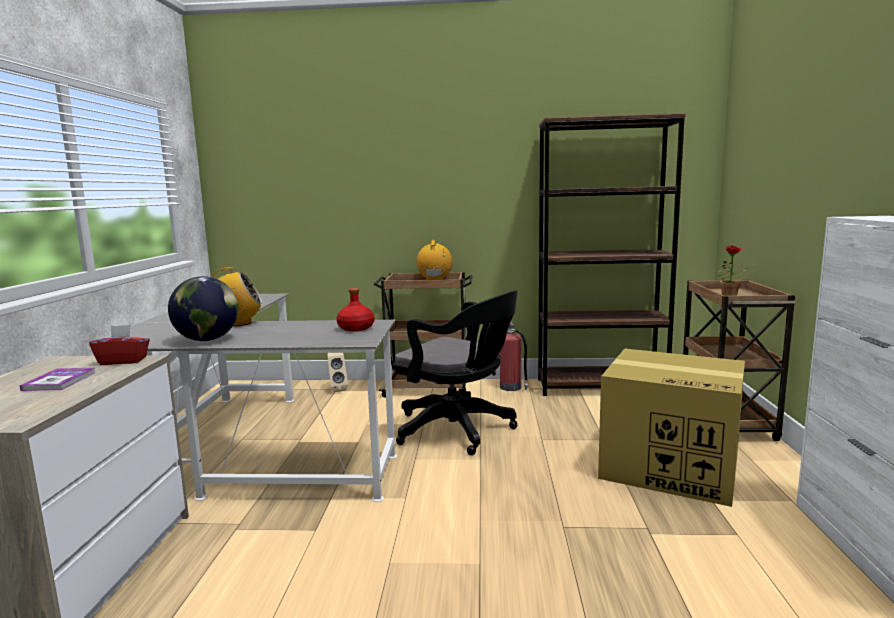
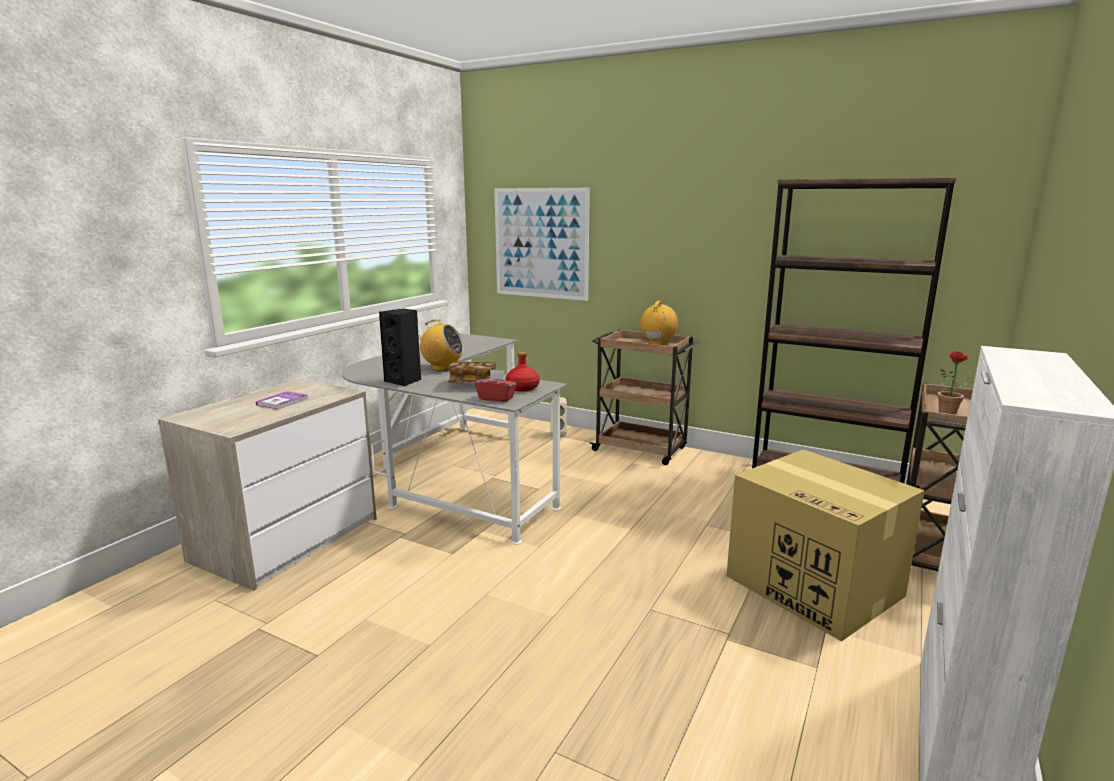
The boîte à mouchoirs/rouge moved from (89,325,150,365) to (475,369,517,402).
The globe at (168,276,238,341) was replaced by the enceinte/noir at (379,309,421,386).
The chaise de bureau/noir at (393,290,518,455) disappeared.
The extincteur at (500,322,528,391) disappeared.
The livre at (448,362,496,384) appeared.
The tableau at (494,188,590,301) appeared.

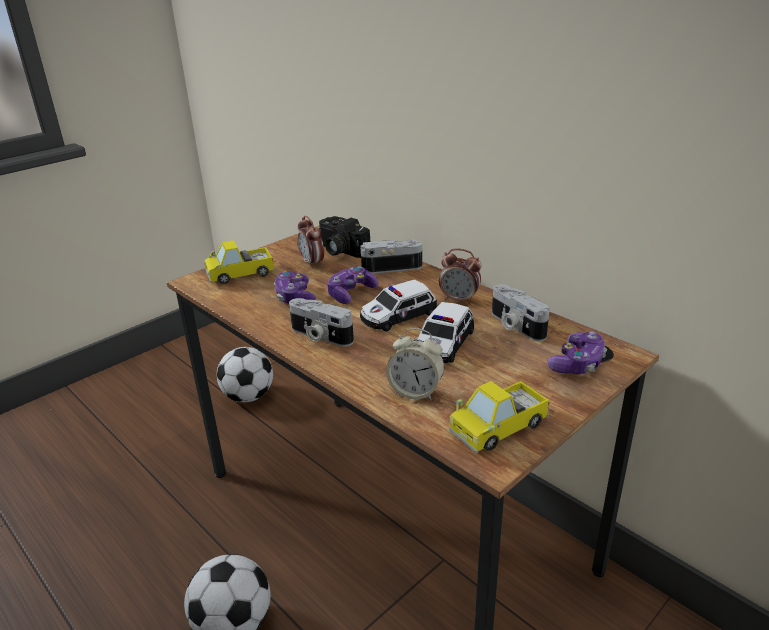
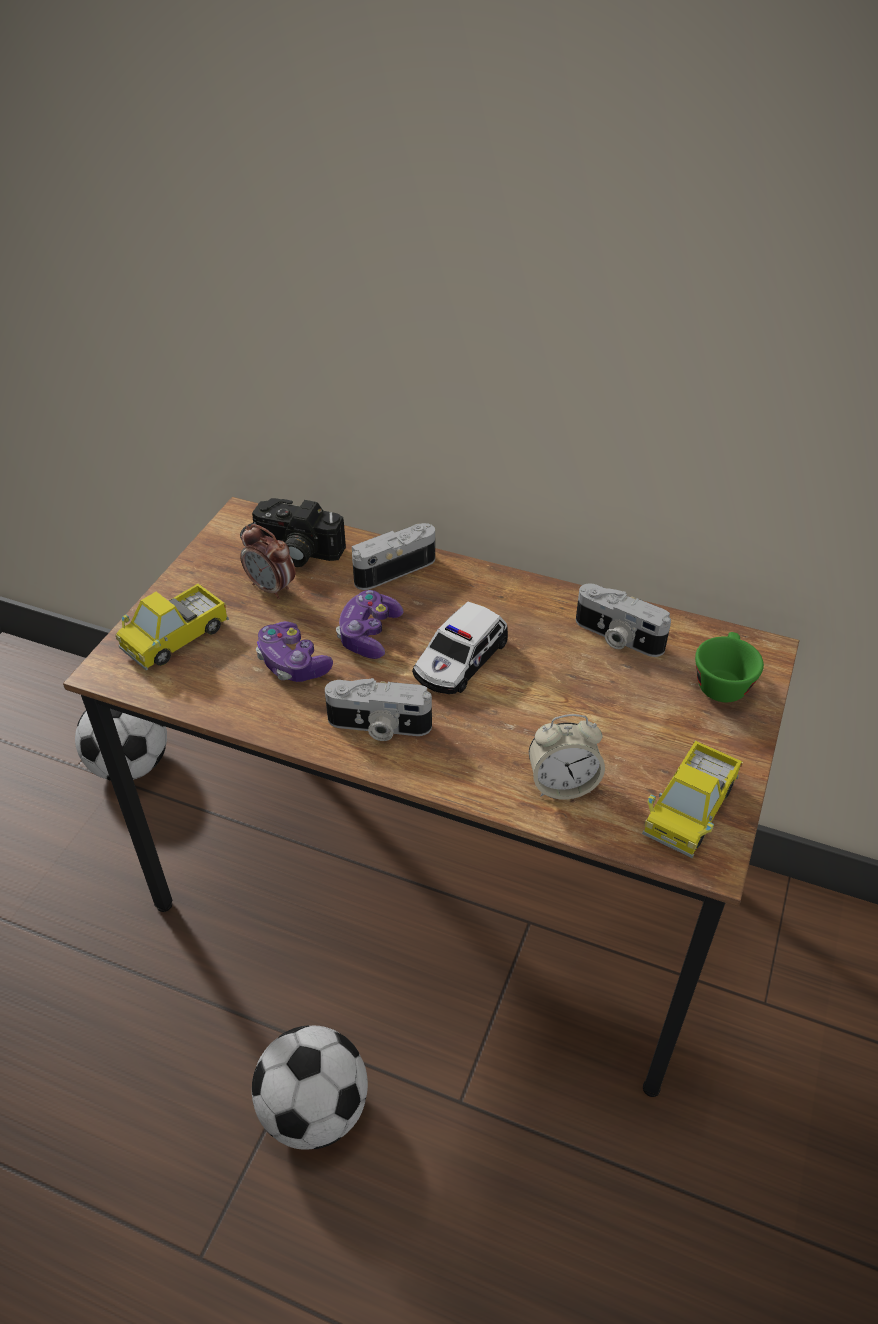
The petite voiture at (417,302,474,363) disappeared.
The réveil at (439,248,481,304) disappeared.
The manette at (548,331,607,374) was replaced by the tasse/vert at (695,632,764,702).

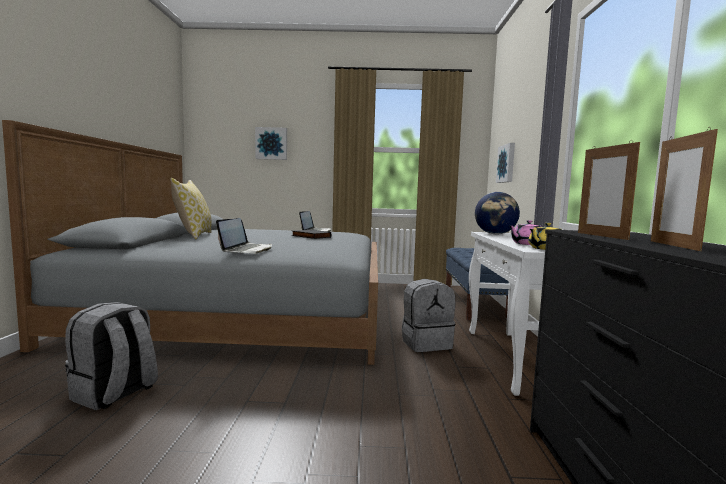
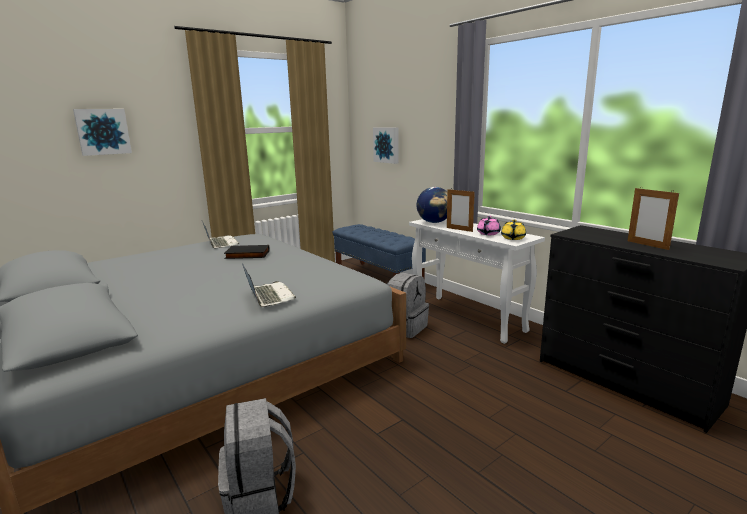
The coussin at (170,178,212,239) disappeared.
The cadre photo moved from (578,140,640,240) to (447,189,475,232).

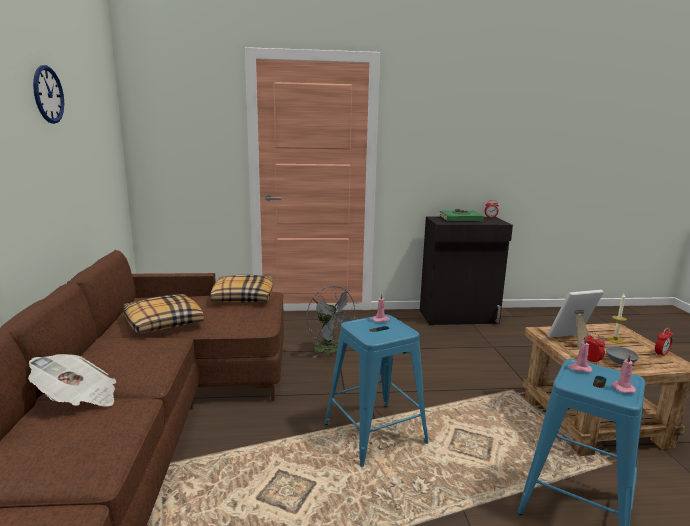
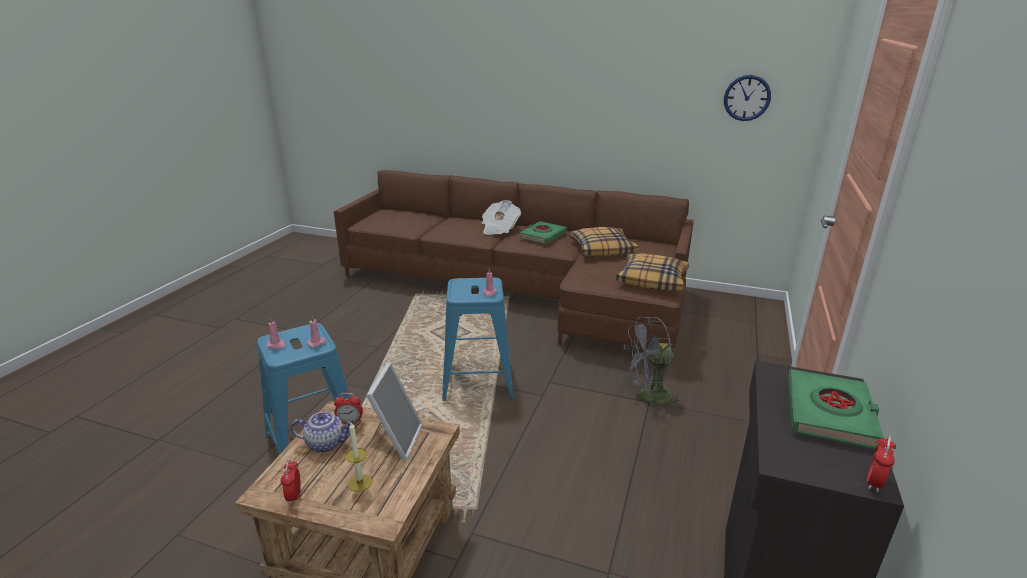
The horloge murale moved from (33,65,64,124) to (724,75,771,121).
The bol/gris at (606,346,639,365) was replaced by the théière at (291,411,354,453).
The livre/vert at (519,221,567,244) appeared.

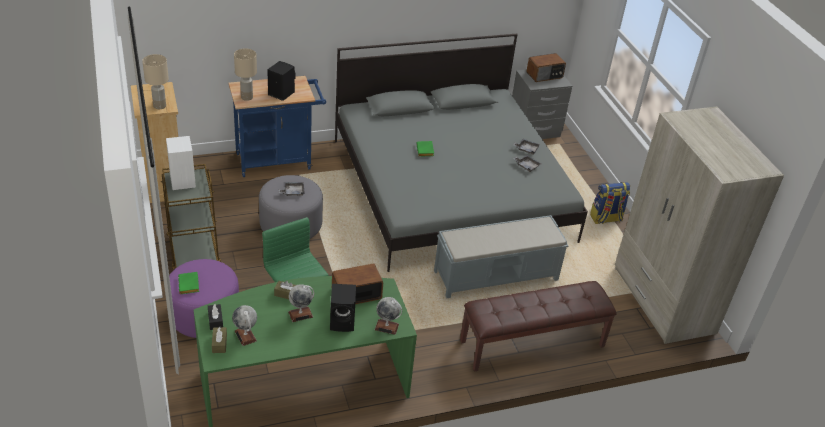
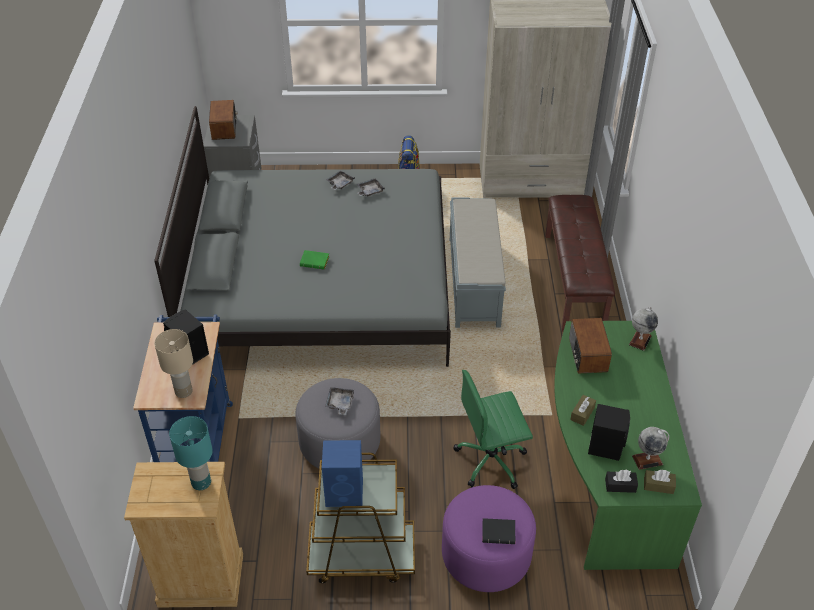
The lampe de table/beige at (142,54,169,109) became the lampe de table/turquoise at (169,416,213,490).
The enceinte/blanc at (166,136,196,190) became the enceinte/bleu at (322,440,363,507).
The livre/vert at (178,272,199,294) became the livre/noir at (482,518,515,544).
The globe at (288,284,314,322) disappeared.
The enceinte/noir moved from (330,284,356,332) to (588,404,630,461).

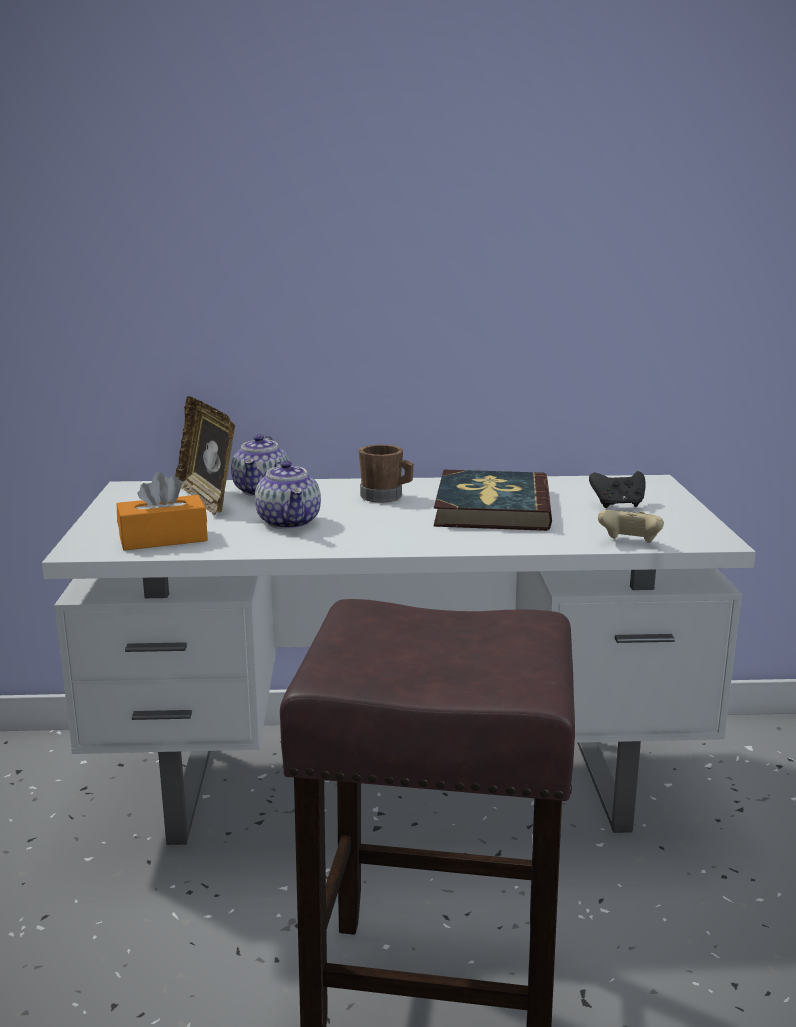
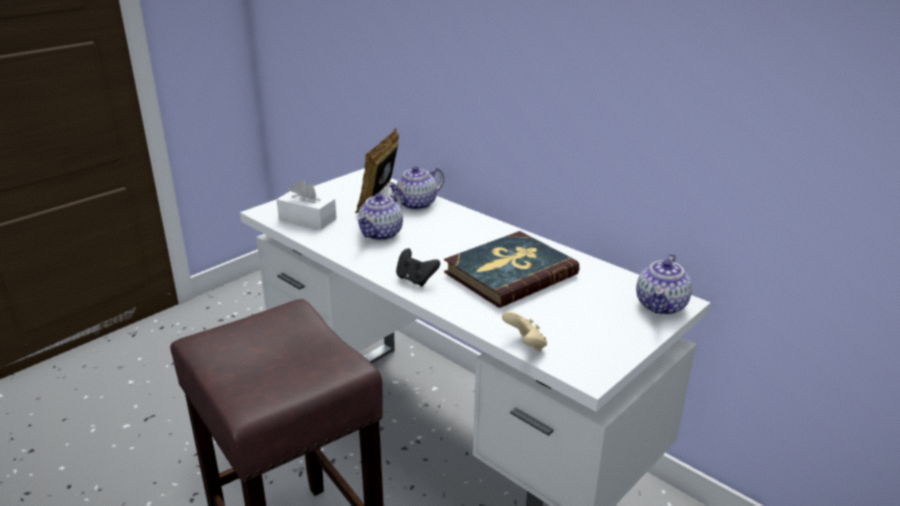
The boîte à mouchoirs/orange at (117,472,208,551) became the boîte à mouchoirs/blanc at (277,179,337,230).
The mug/marron at (359,445,414,503) disappeared.
The manette/noir moved from (589,471,646,508) to (396,248,440,287).
The théière at (636,254,692,315) appeared.

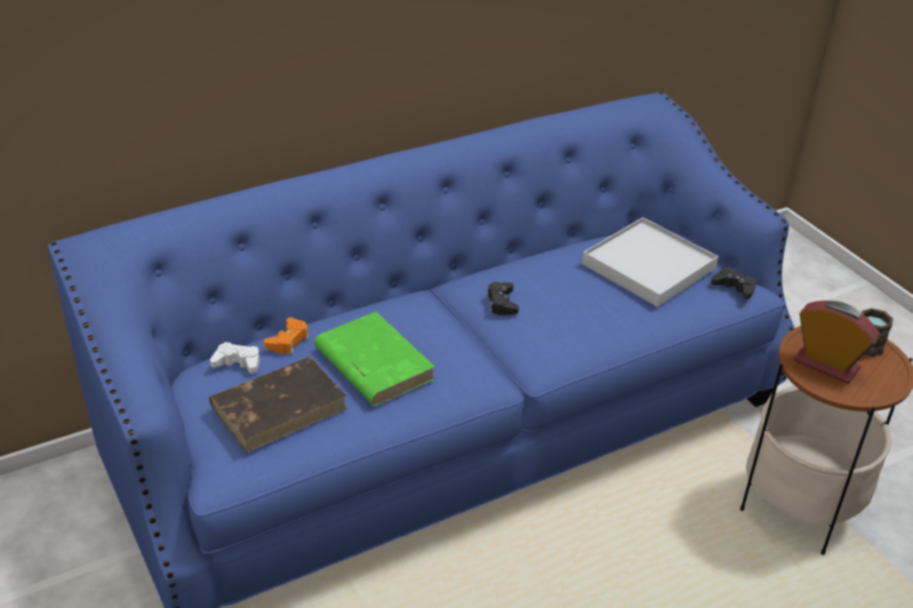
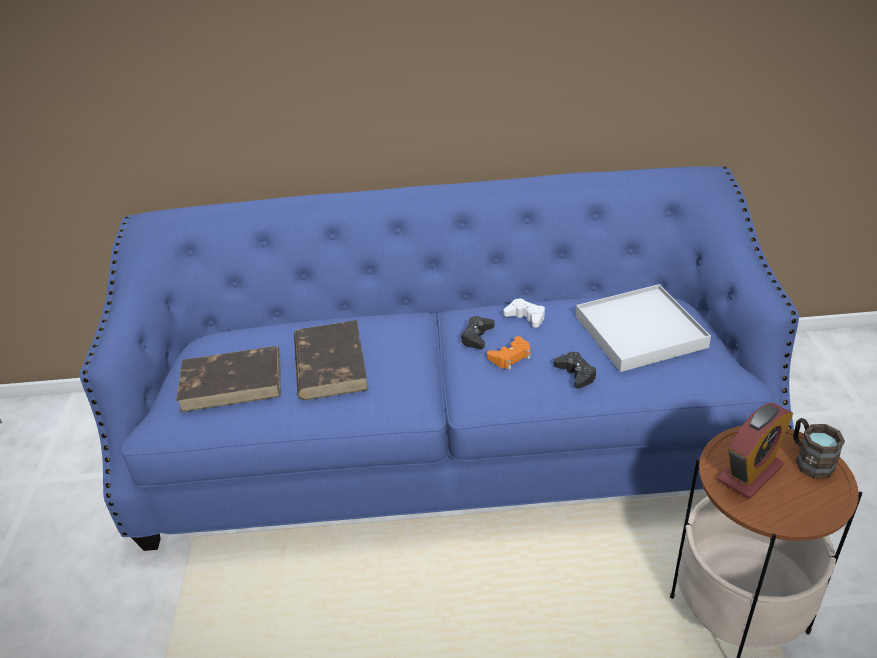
The manette/blanc moved from (210,342,260,373) to (504,298,545,328).
The manette/orange moved from (264,317,310,355) to (487,336,531,370).
The livre/vert at (314,312,435,406) became the livre/marron at (294,320,369,400).
The manette/noir moved from (711,267,756,299) to (554,352,596,389).
The réveil at (794,300,880,384) turned 75 degrees clockwise.

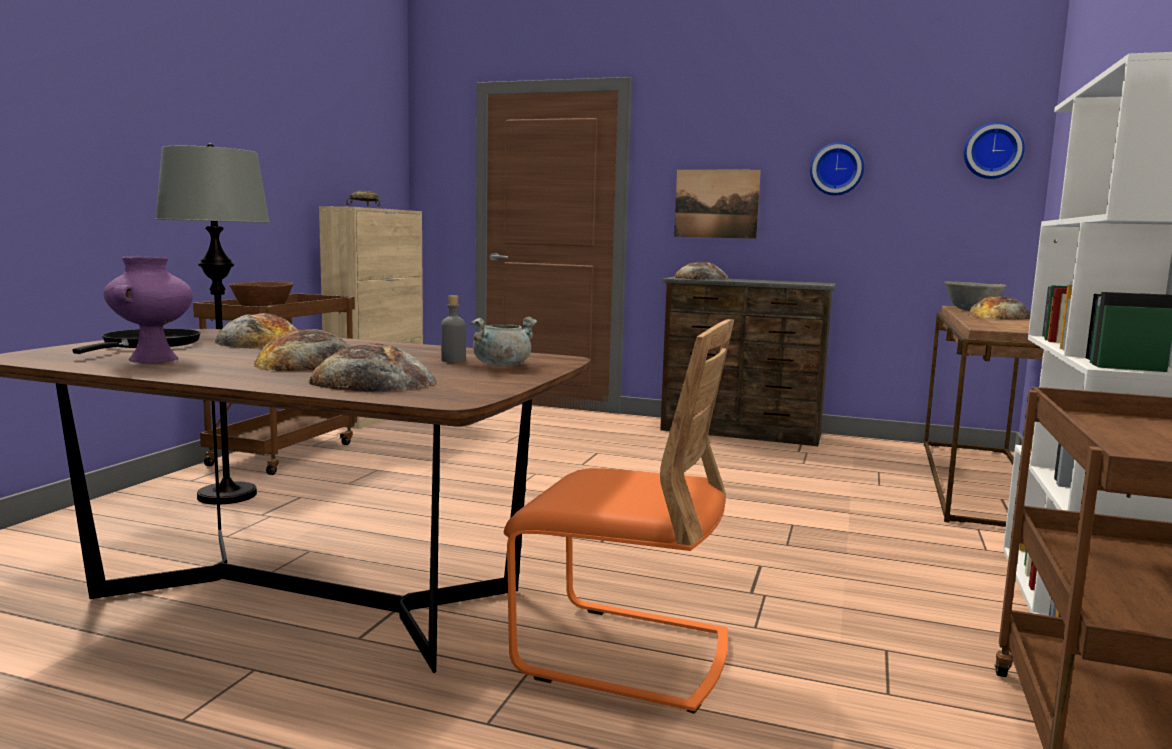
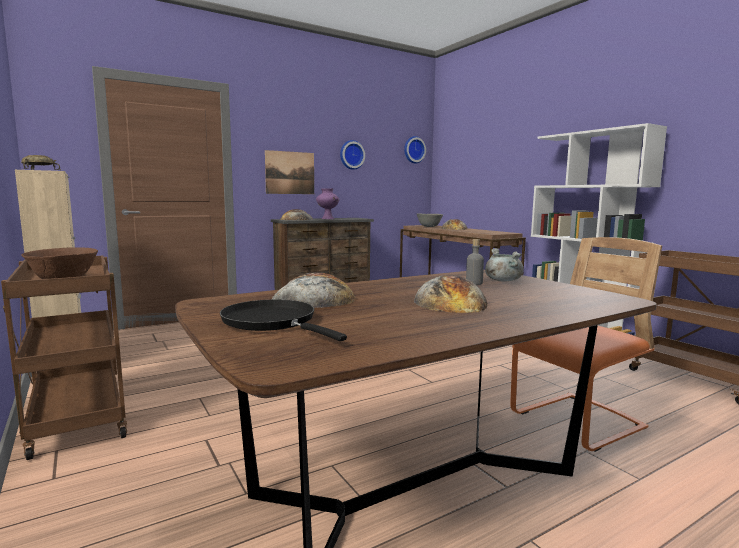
The vase/violet moved from (103,257,193,363) to (316,188,339,219).
The lampadaire/gris at (155,144,270,504) disappeared.
The pain at (308,343,437,392) disappeared.

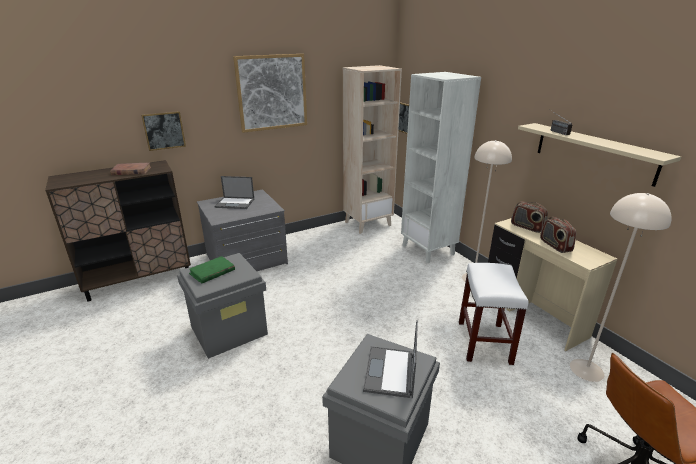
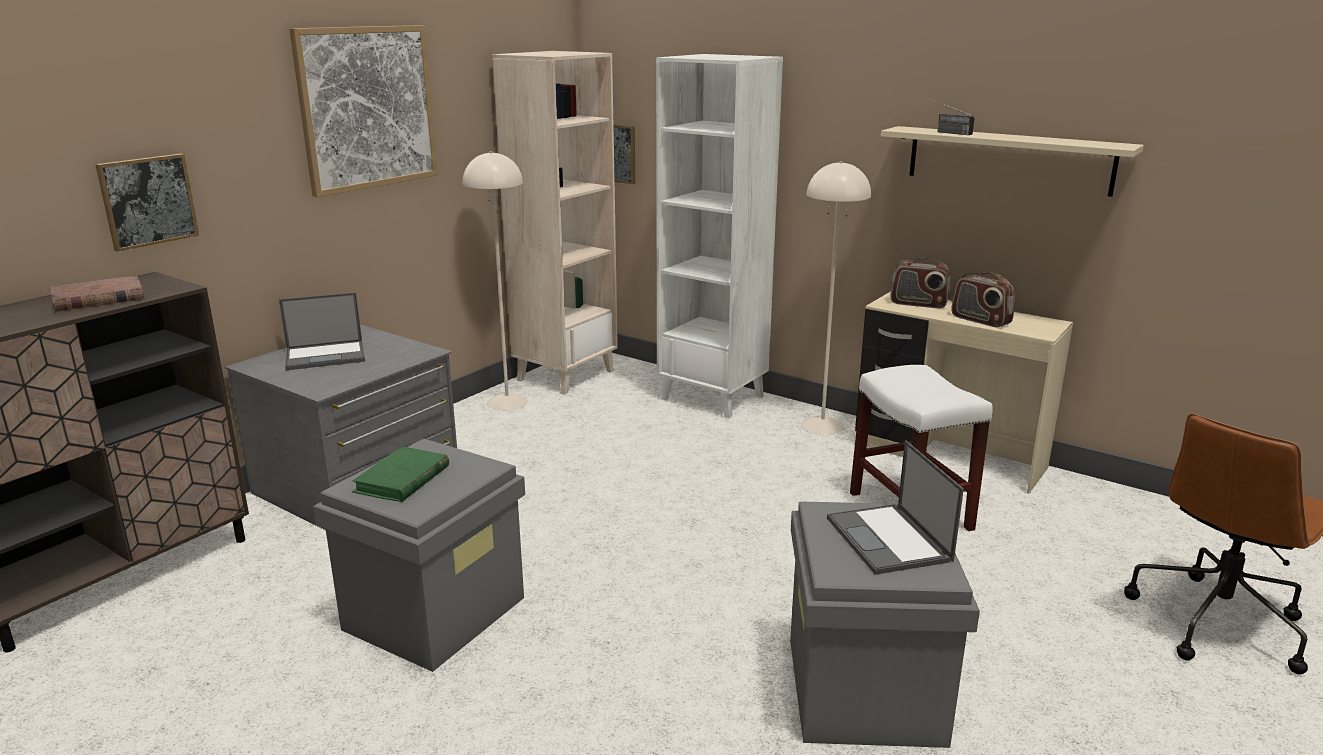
The lampadaire/beige moved from (570,193,672,382) to (462,151,528,410).

